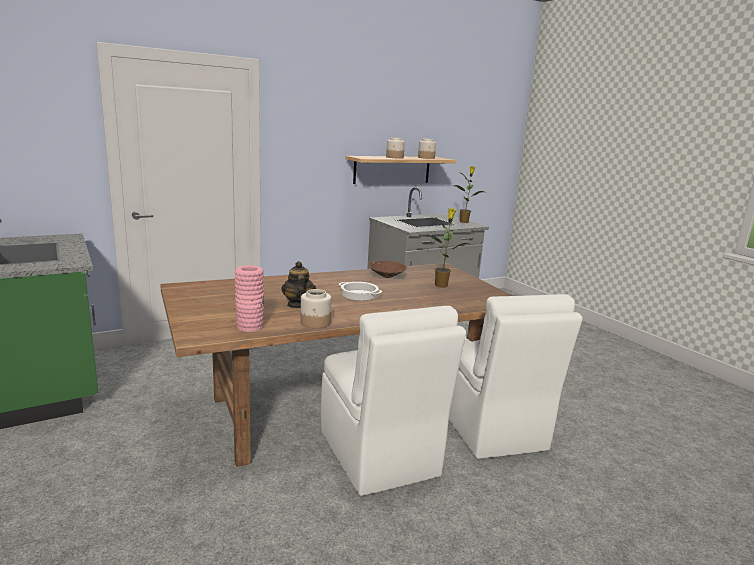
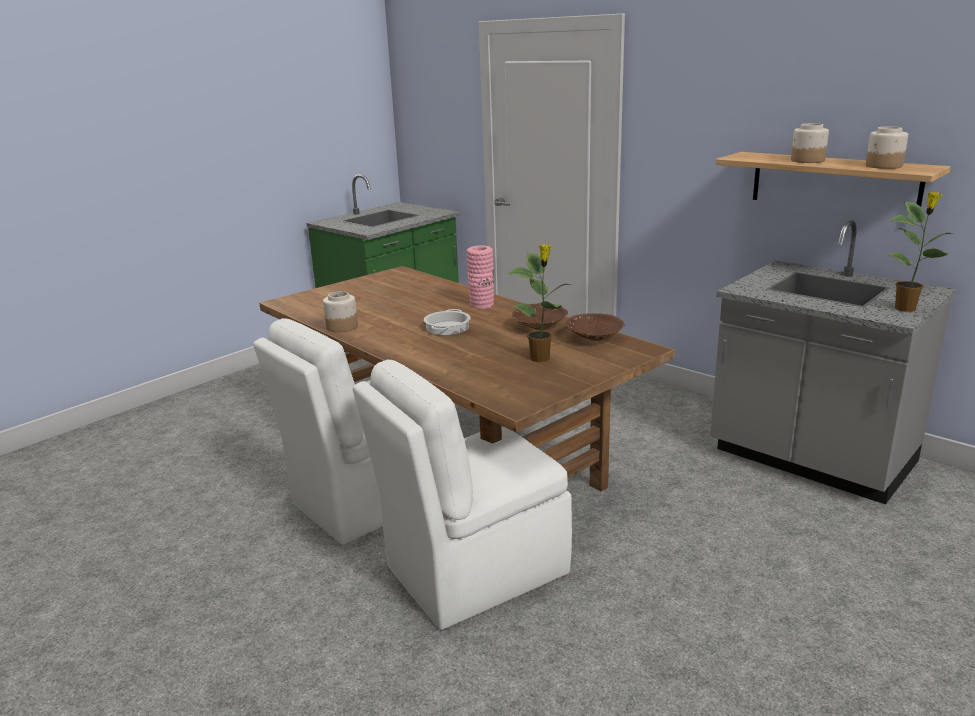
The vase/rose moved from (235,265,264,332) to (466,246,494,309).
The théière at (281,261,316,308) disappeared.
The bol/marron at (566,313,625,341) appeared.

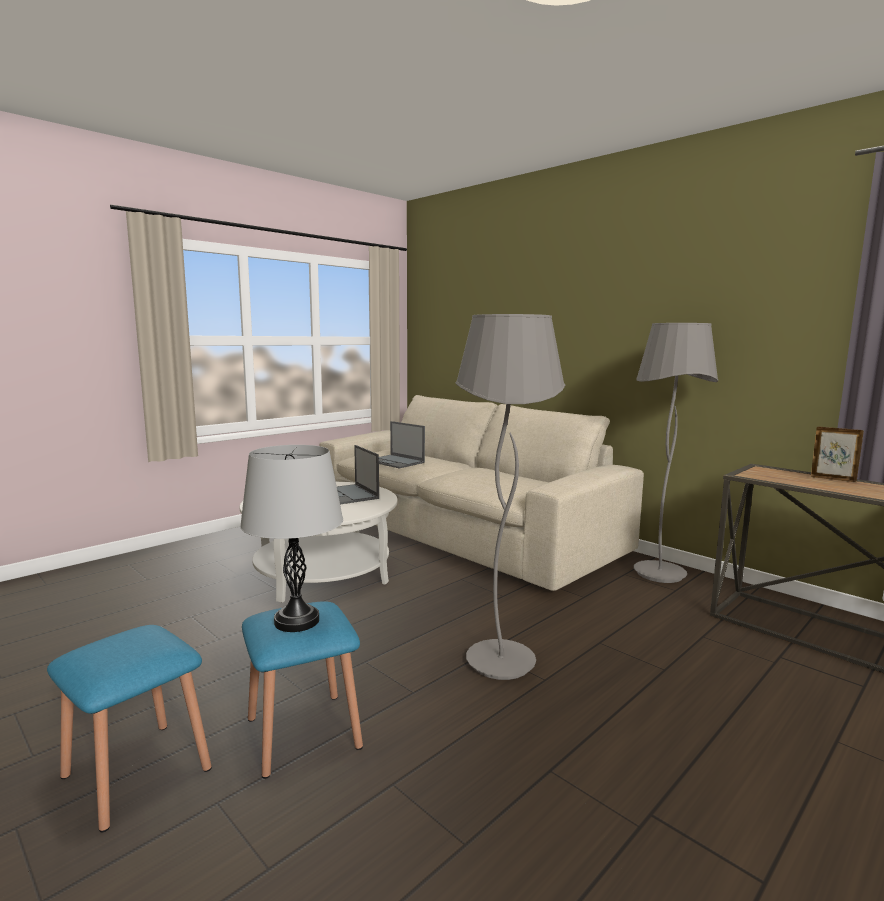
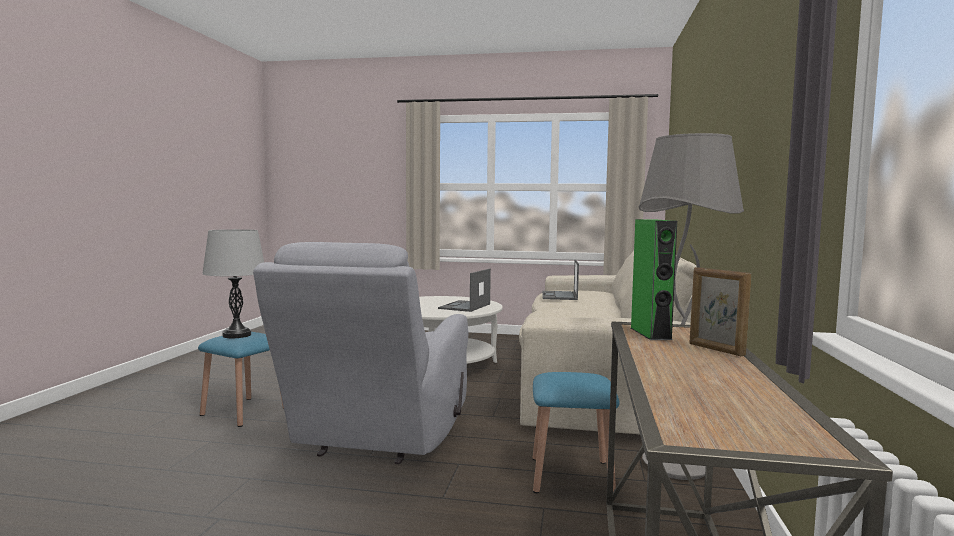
The tabouret/bleu moved from (47,625,212,832) to (533,372,620,493).
The lampadaire/gris at (456,314,565,680) was replaced by the fauteuil/gris at (253,242,468,464).
The cadre photo at (811,426,864,482) turned 150 degrees clockwise.
The enceinte/vert at (631,219,677,340) appeared.

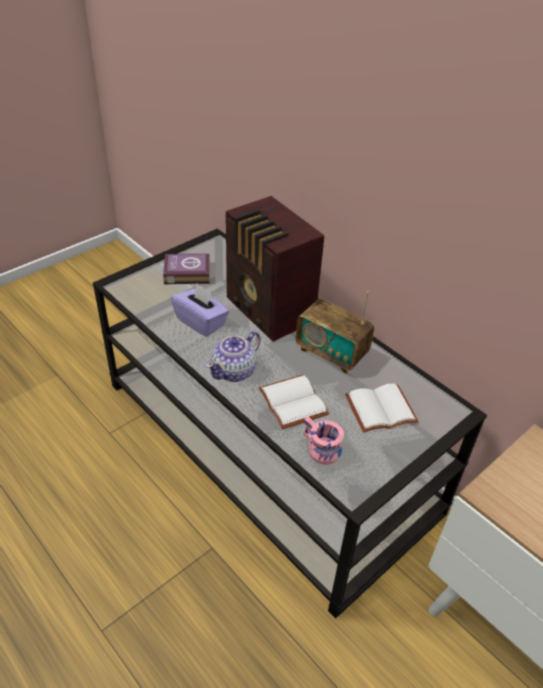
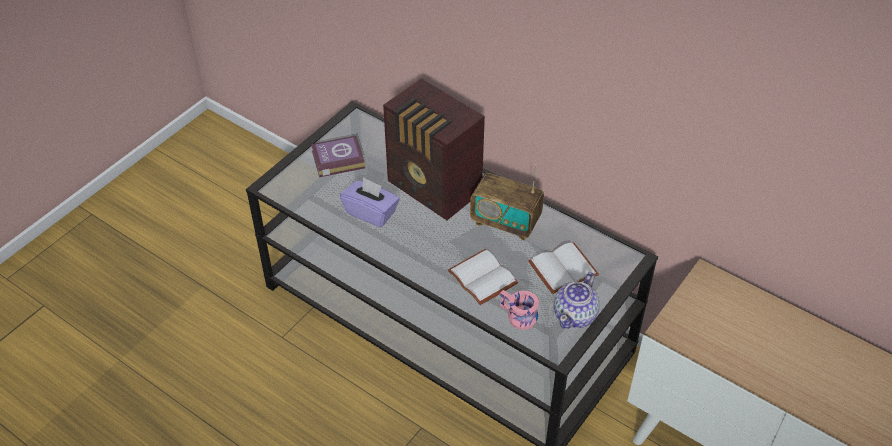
The théière moved from (206,331,261,382) to (554,272,600,329).

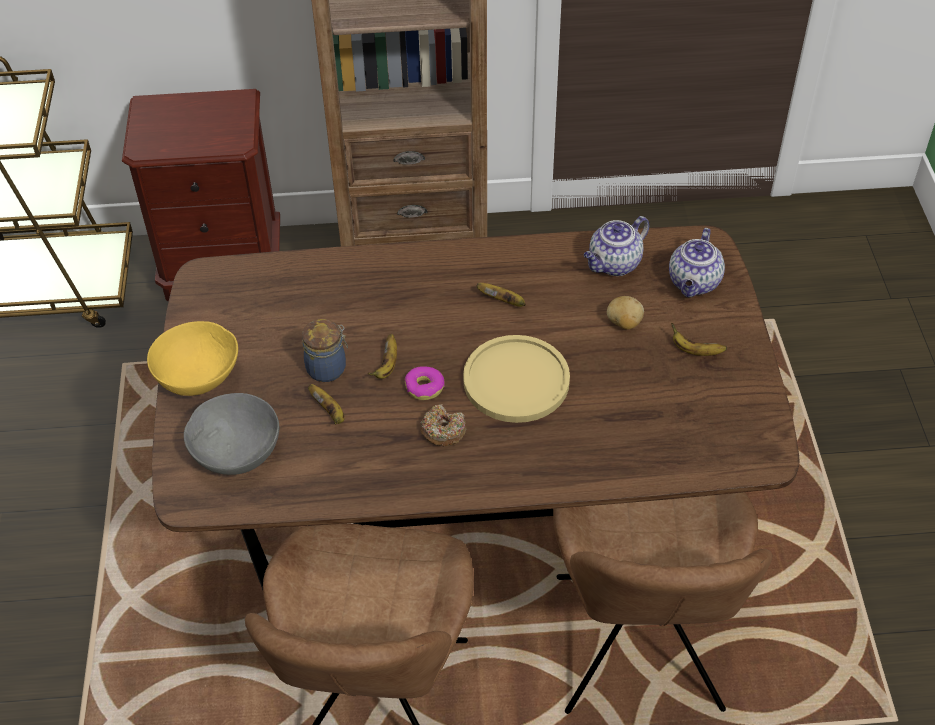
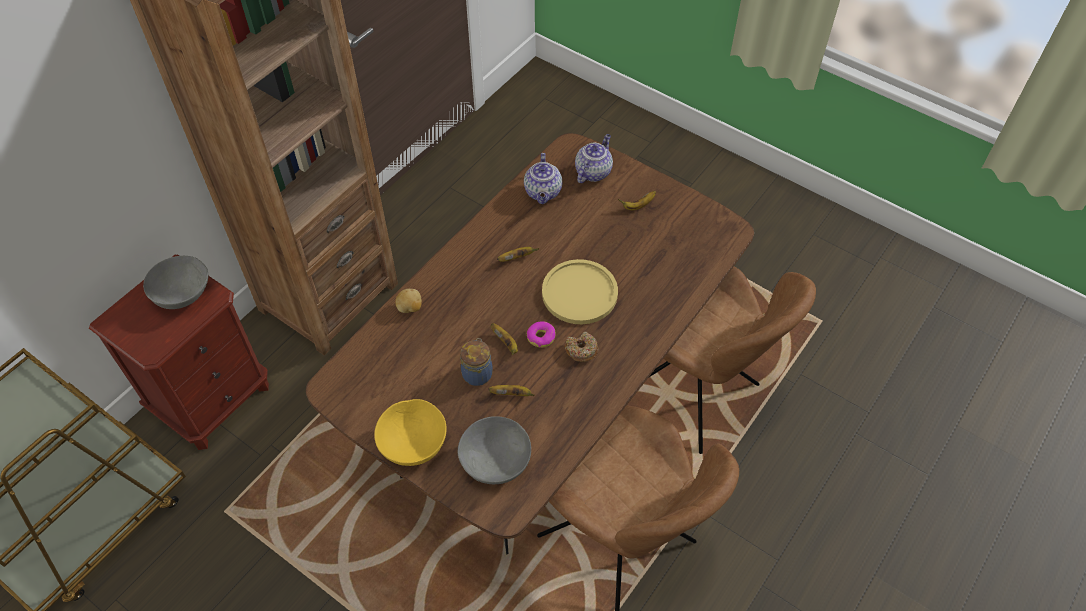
The pomme de terre moved from (607,296,644,330) to (395,289,422,313).
The théière at (669,228,725,297) turned 120 degrees counterclockwise.
The bol/gris at (143,256,208,309) appeared.

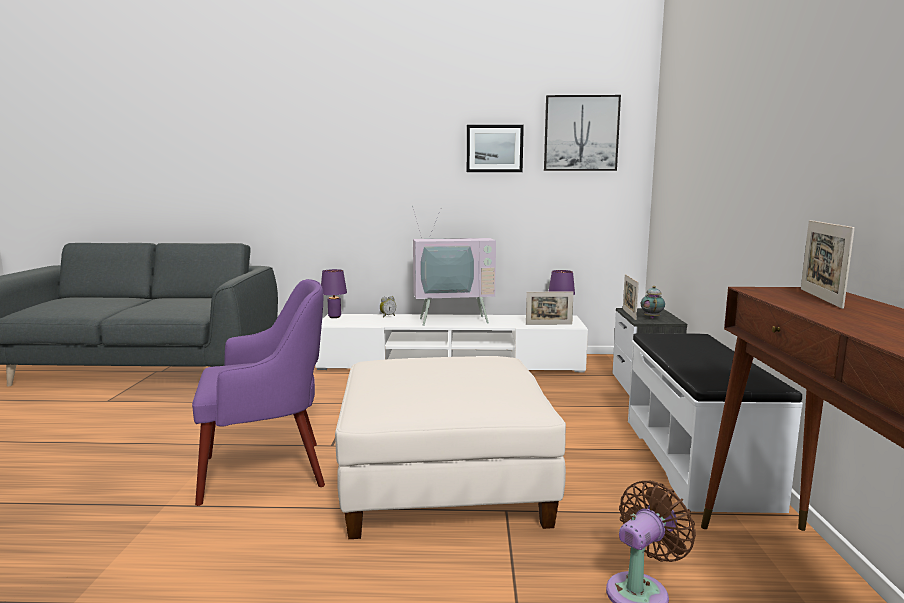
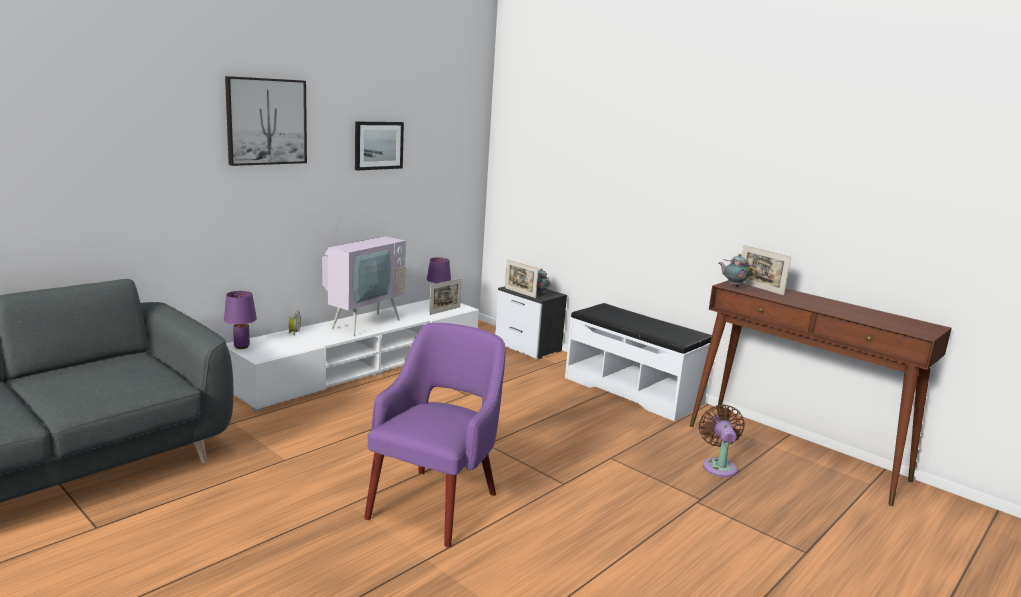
The pouf/blanc at (335,356,566,539) disappeared.
The tableau moved from (544,95,621,171) to (225,76,307,166).
The théière at (719,254,756,287) appeared.

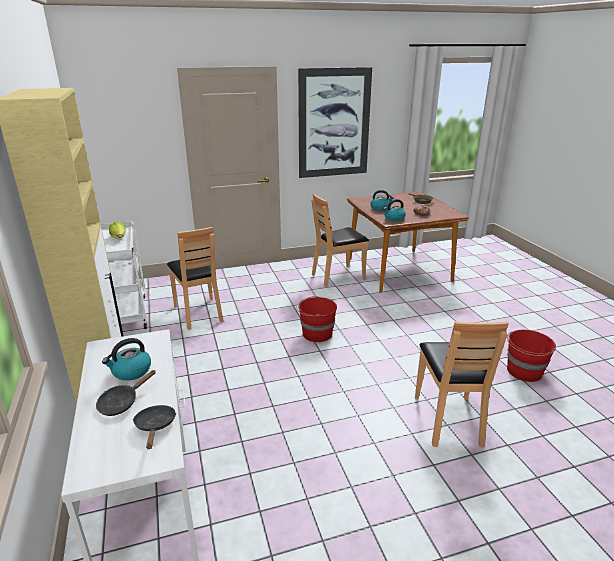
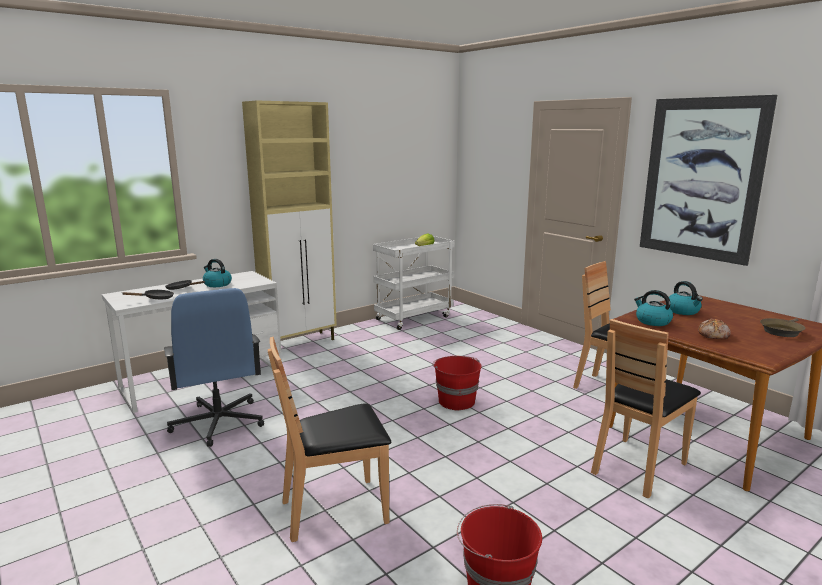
The chaise/marron moved from (167,227,223,330) to (591,319,701,498).
The chaise de bureau/bleu at (164,288,264,447) appeared.

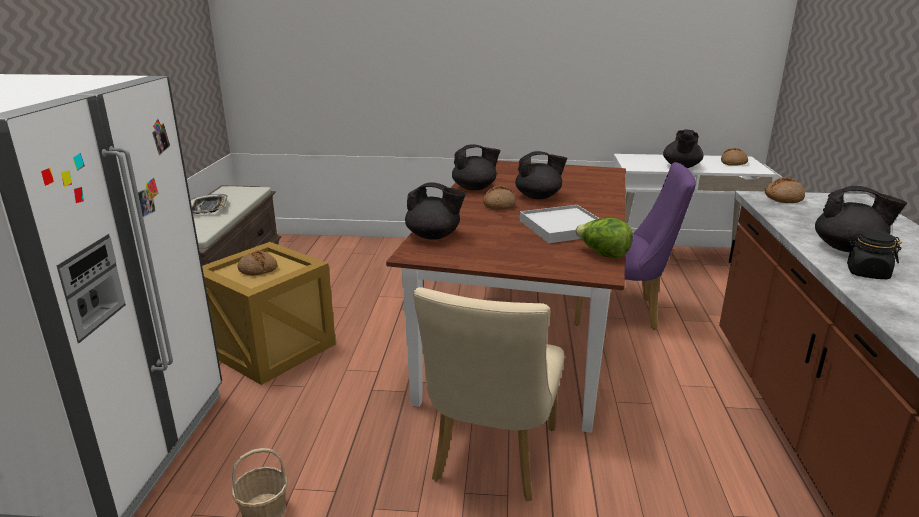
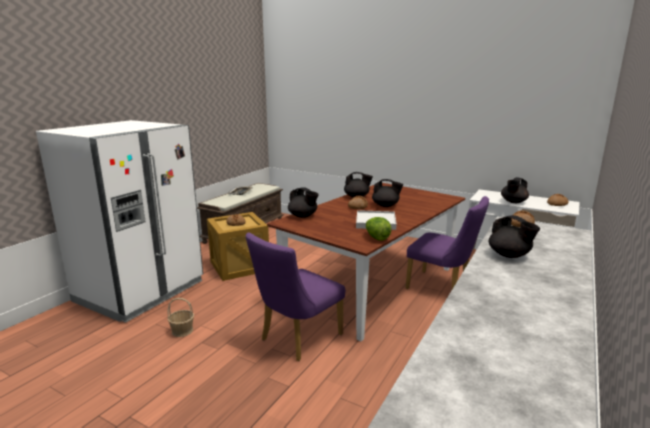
The chaise/beige at (414,287,564,501) became the chaise/violet at (246,233,345,361).
The bocal/noir at (847,230,902,279) disappeared.

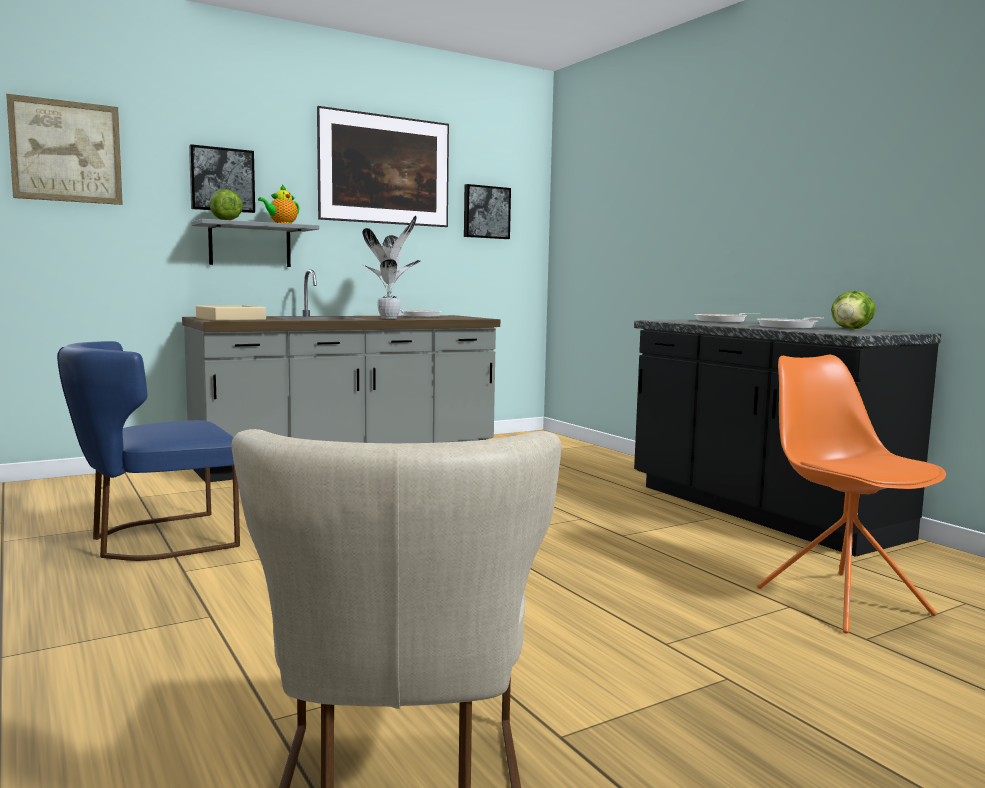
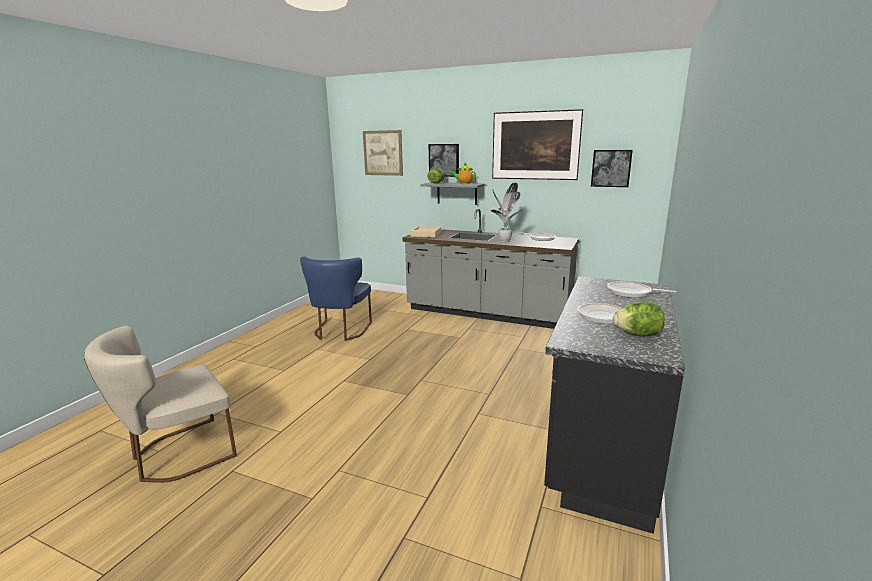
The chaise/bleu at (57,341,240,561) turned 105 degrees counterclockwise.
The chaise/orange at (757,355,946,634) disappeared.

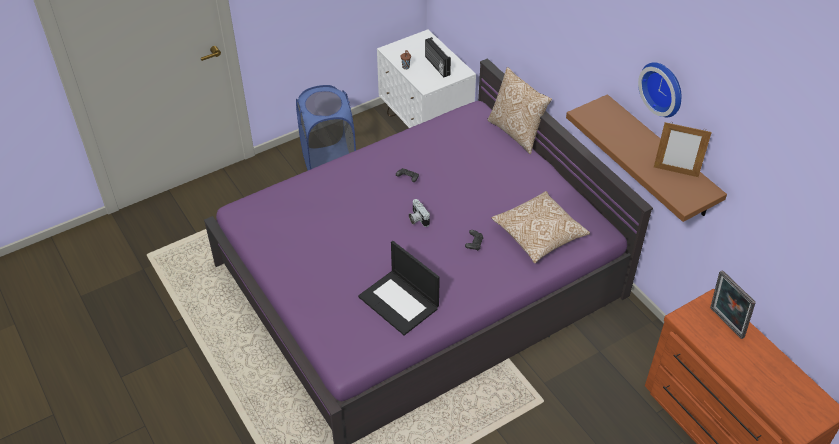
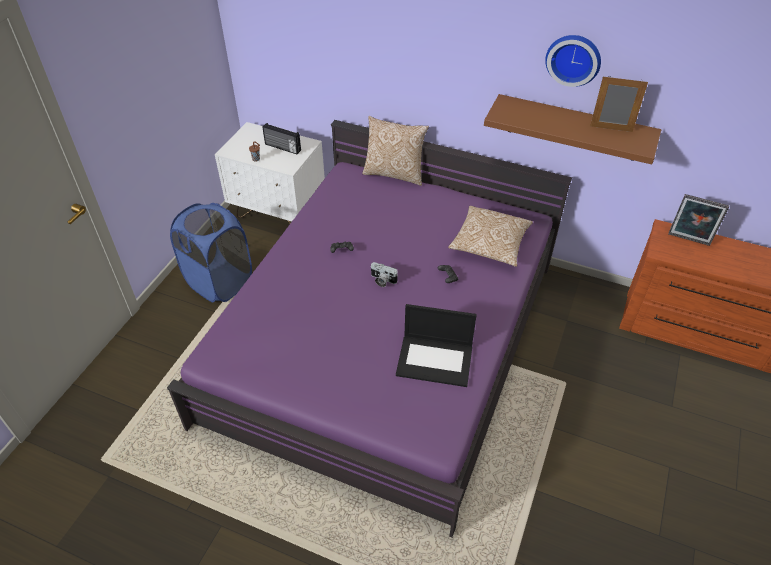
The cadre photo at (654,122,712,177) turned 150 degrees counterclockwise.

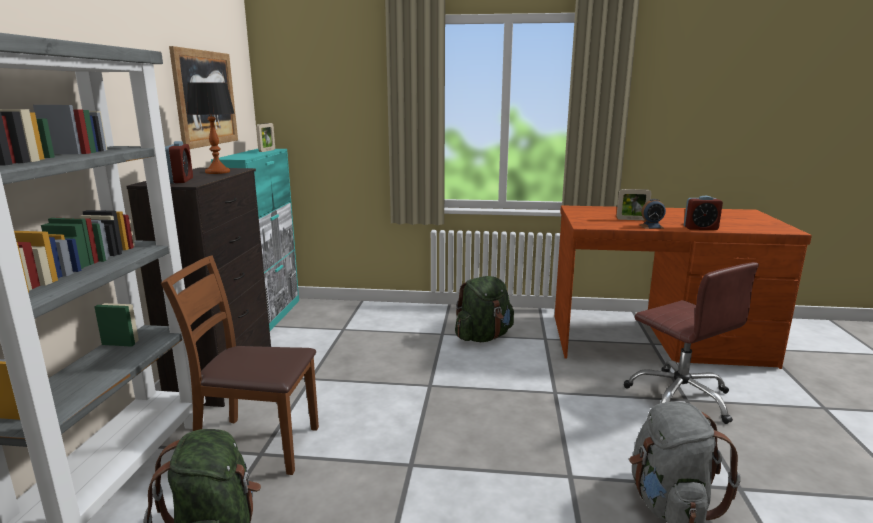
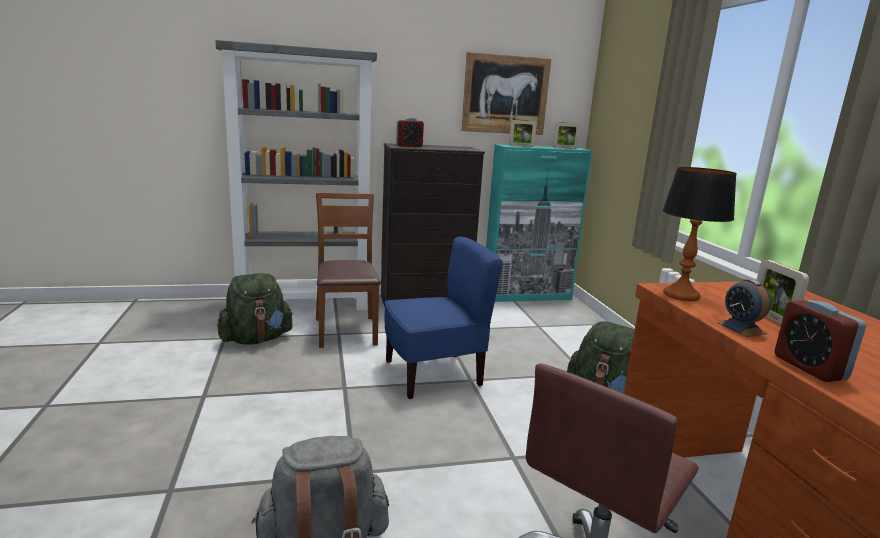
The lampe de table moved from (187,82,235,174) to (662,167,737,301).
The chaise/bleu at (384,237,503,399) appeared.
The cadre photo at (509,120,537,147) appeared.

